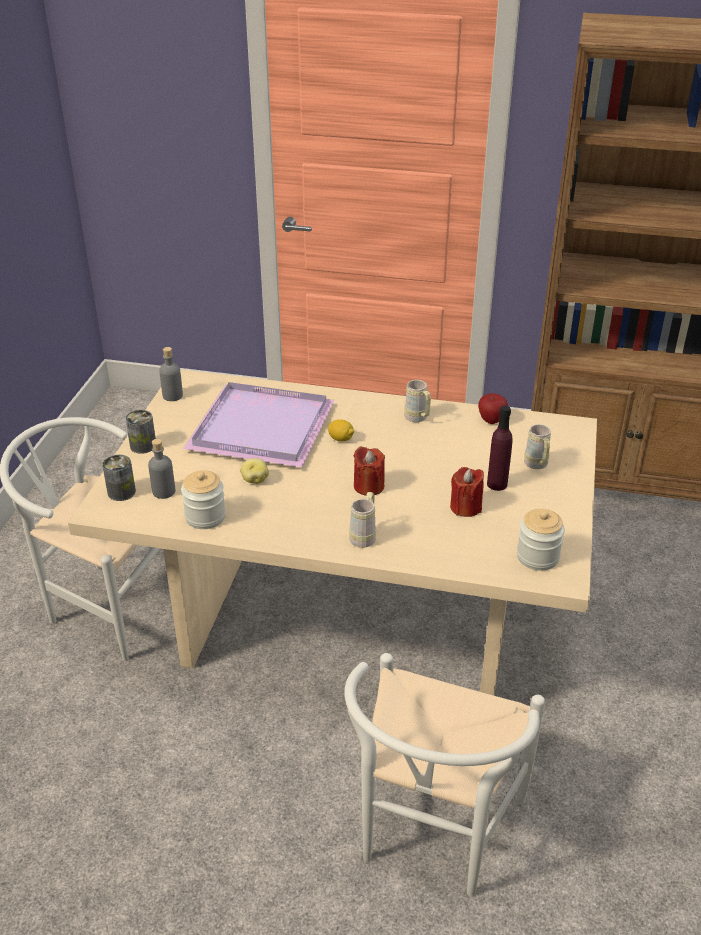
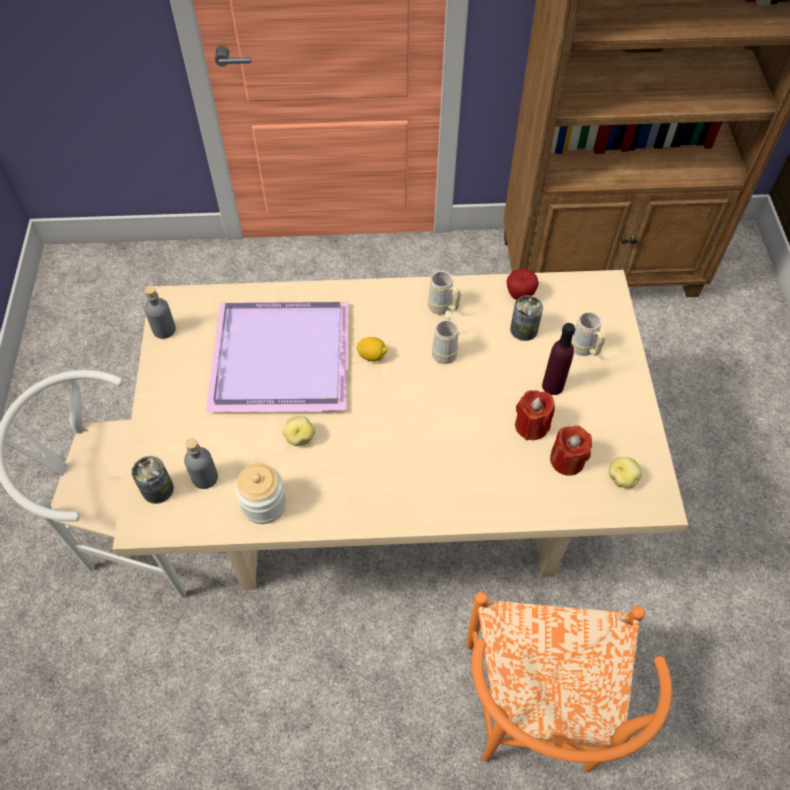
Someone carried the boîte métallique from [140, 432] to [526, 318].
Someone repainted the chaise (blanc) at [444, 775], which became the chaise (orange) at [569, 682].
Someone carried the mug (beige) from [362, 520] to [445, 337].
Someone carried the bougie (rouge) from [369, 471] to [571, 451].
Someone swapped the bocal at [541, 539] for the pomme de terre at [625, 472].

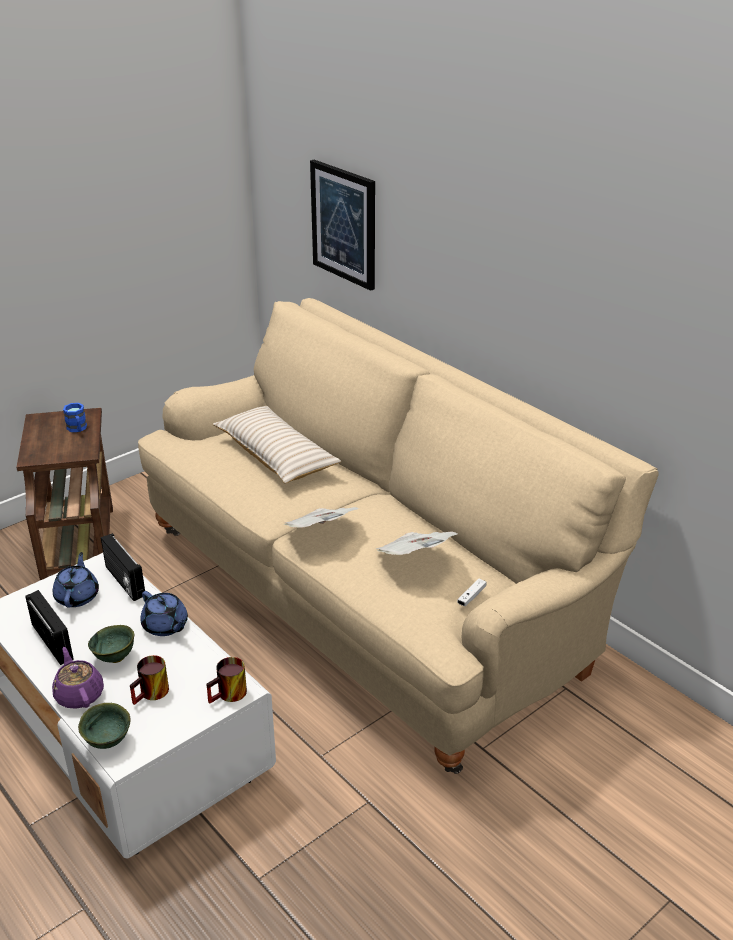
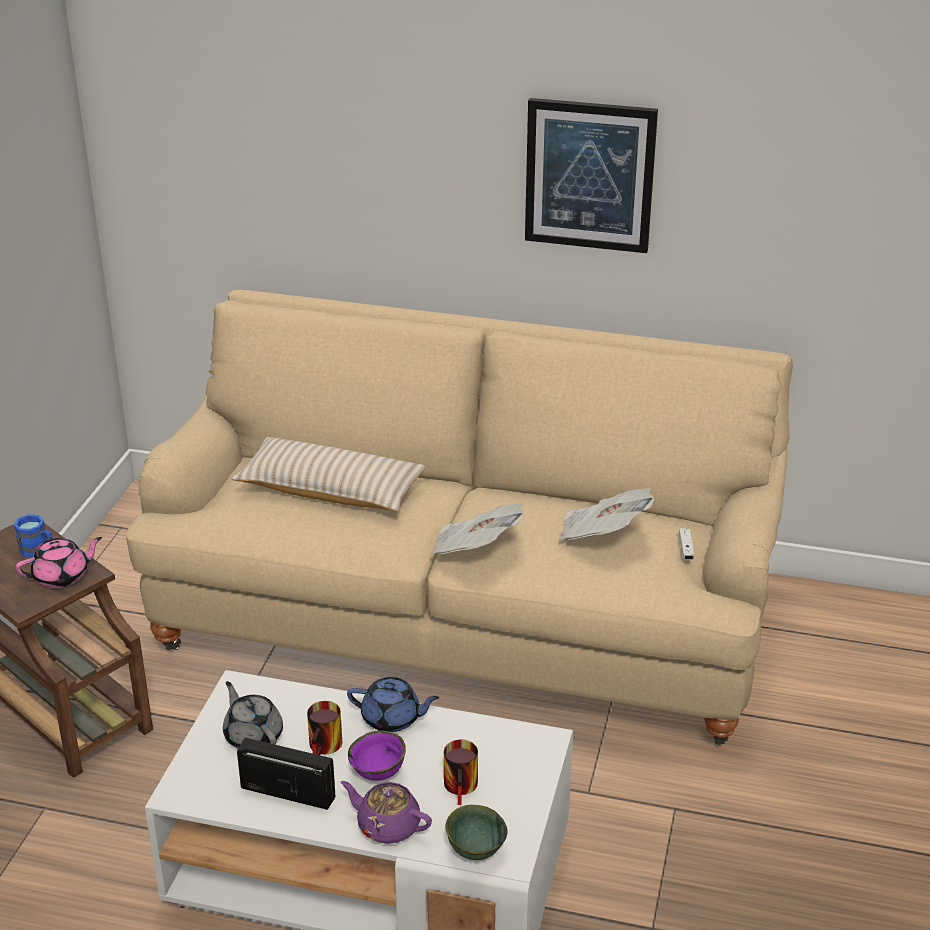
Someone repainted the théière (bleu) at [76, 580], which became the théière (gris) at [253, 714].
Someone repainted the bol (vert) at [111, 644], which became the bol (violet) at [377, 755].
Someone took away the radio at [123, 567].
Someone carried the mug from [226, 680] to [324, 728].
Someone carried the tableau from [342, 225] to [591, 175].
Someone put down the théière (rose) at [59, 562].

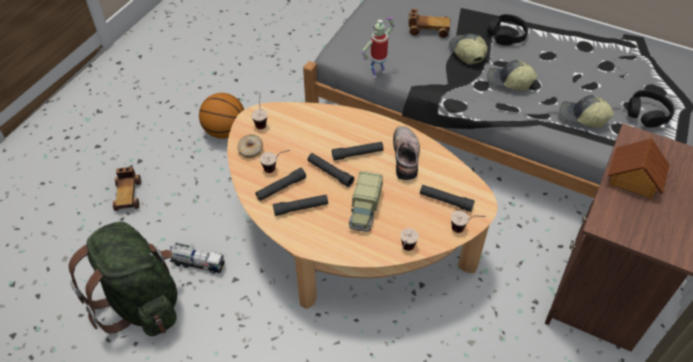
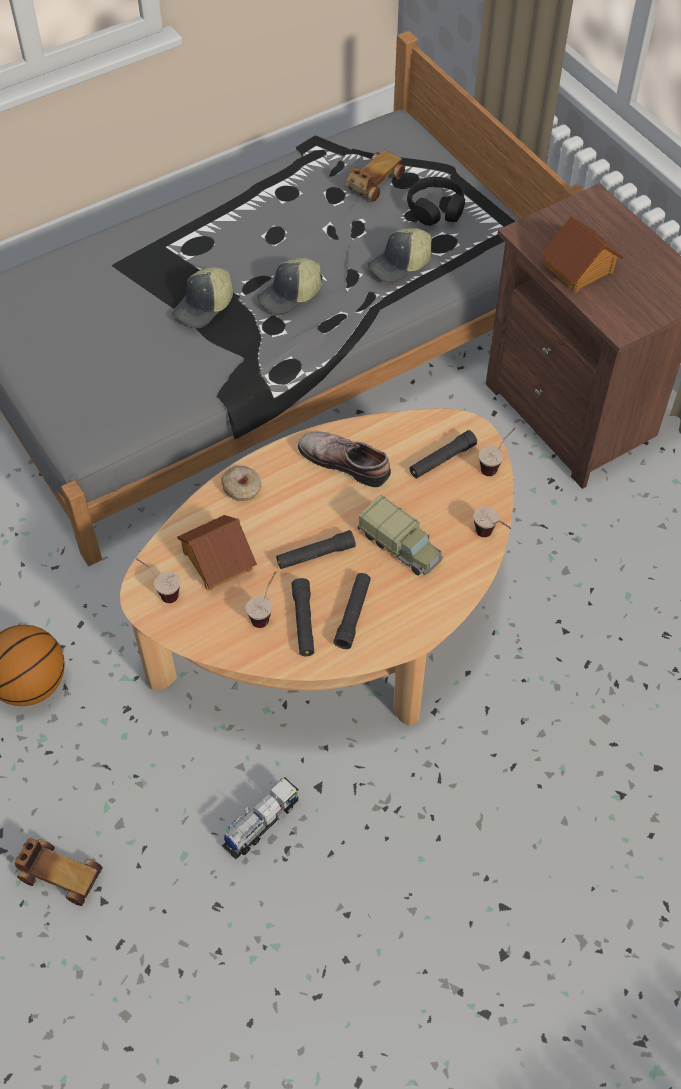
Someone took away the sac à dos (vert) at [123, 278].
Someone carried the beignet from [250, 146] to [241, 483].
Someone took away the lampe de poche (noir) at [358, 151].
Someone took away the robot jouet at [378, 47].
Someone carried the petite voiture from [429, 23] to [375, 176].
Someone rotated the casquette at [468, 49] by 60 degrees counterclockwise.
Someone took away the casque audio (noir) at [508, 30].
Someone put down the maison miniature at [217, 553].

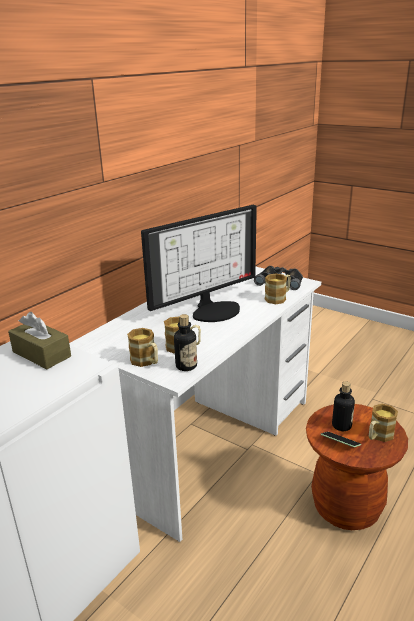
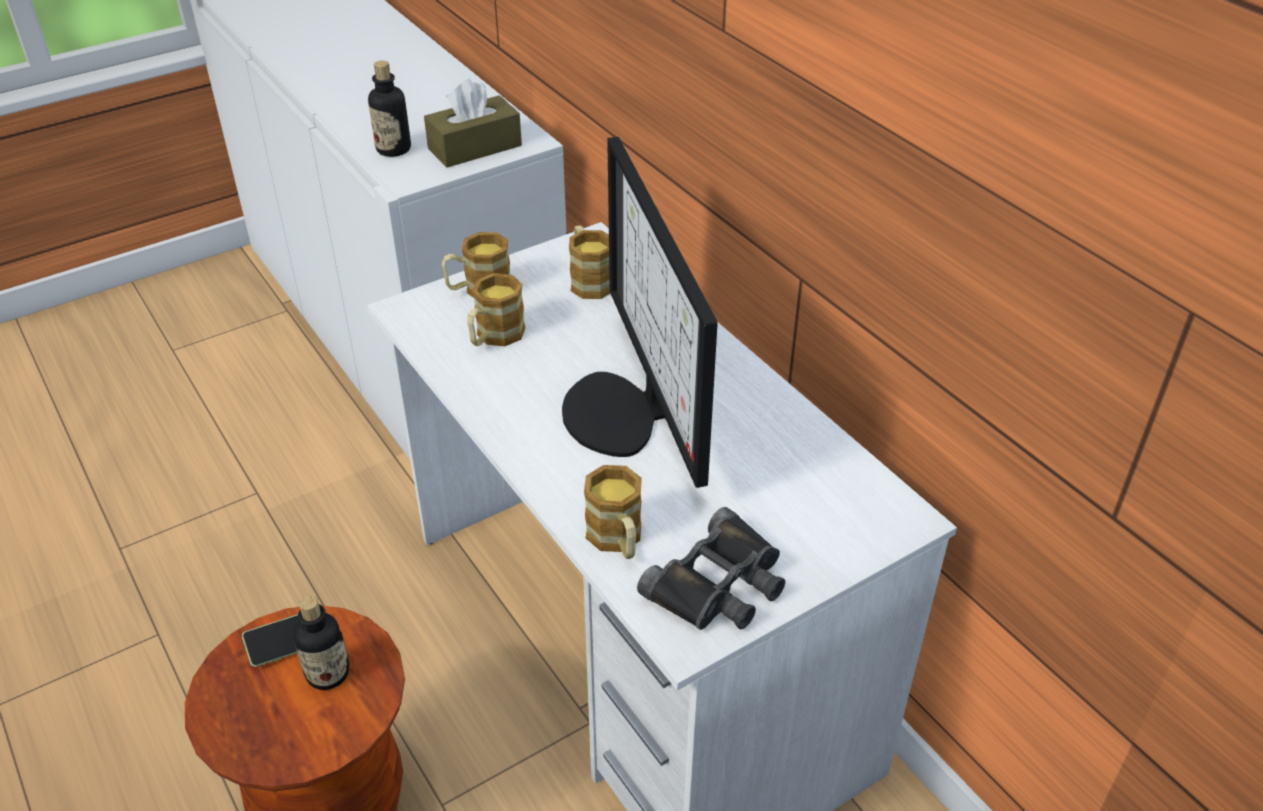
Someone carried the bouteille from [185, 342] to [389, 109].
Someone carried the mug from [383, 423] to [589, 262].

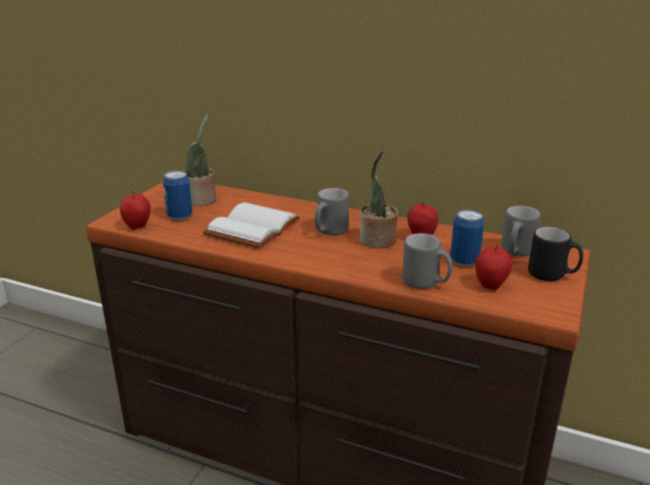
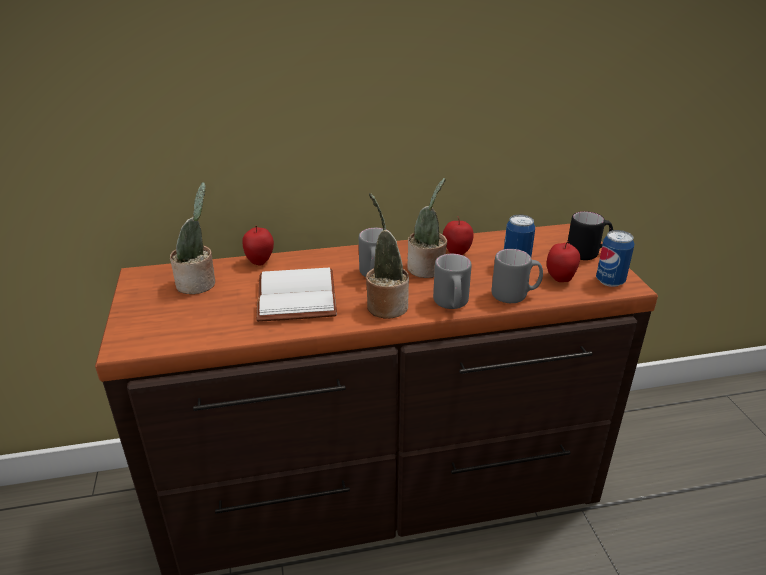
Someone carried the pomme from [135, 210] to [258, 246].
Someone carried the boîte métallique from [178, 195] to [615, 258].
Someone carried the mug (gris) from [521, 231] to [452, 281].
Someone put down the plante en pot at [387, 256].

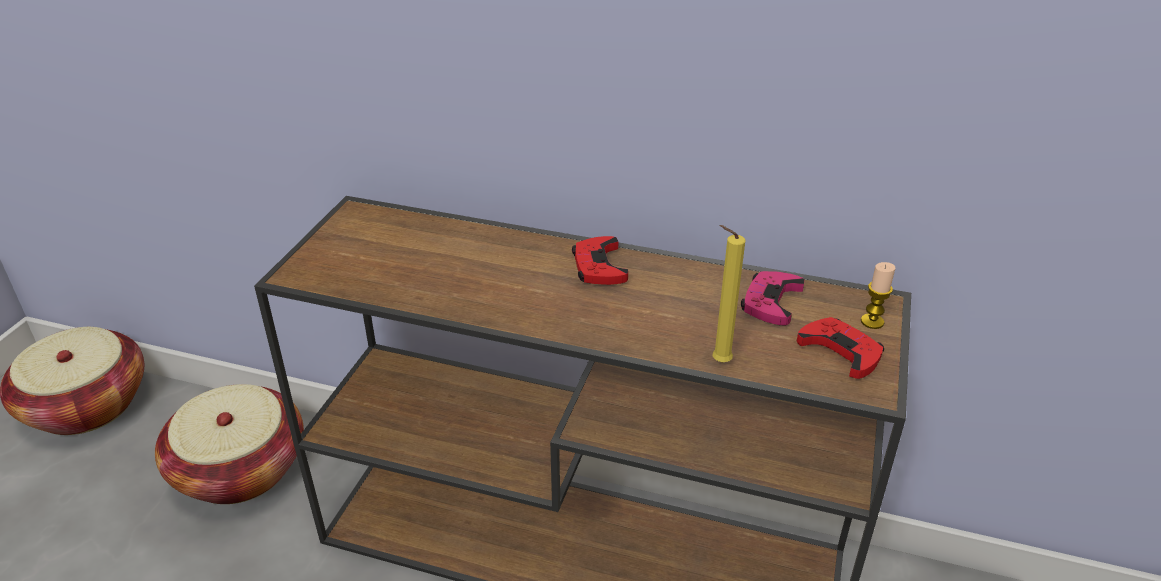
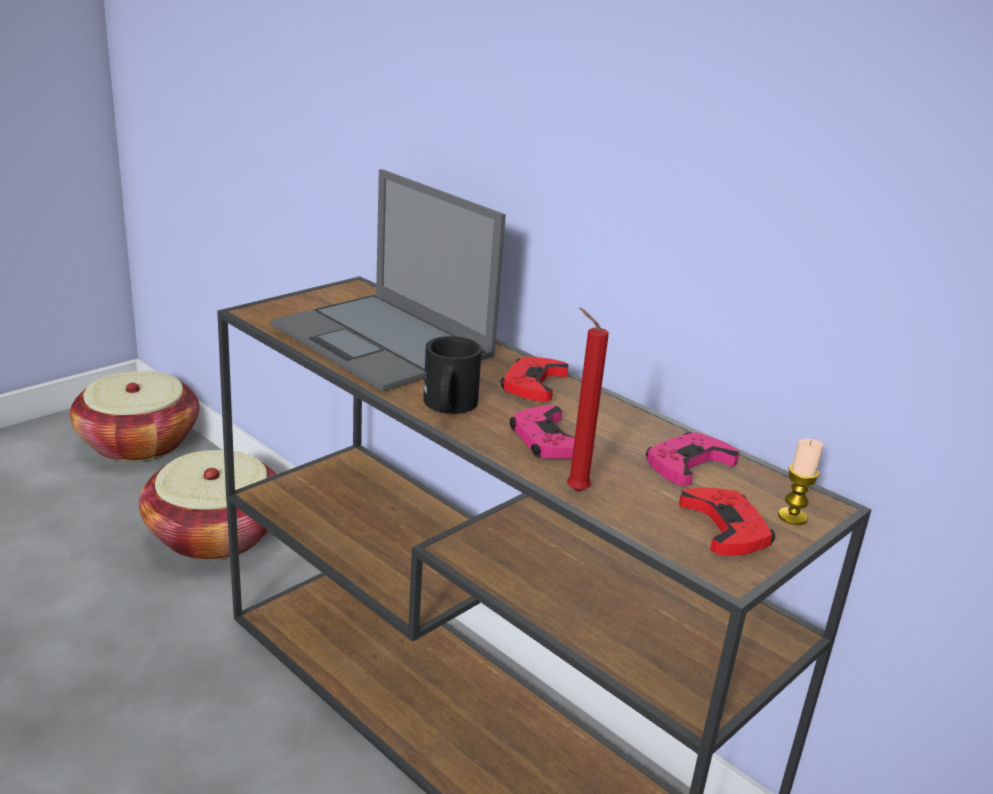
Someone repainted the bougie (jaune) at [729, 293], which became the bougie (rouge) at [588, 400].
Someone put down the ordinateur portable at [388, 280].
Someone put down the mug (noir) at [452, 375].
Someone put down the manette (rose) at [542, 432].

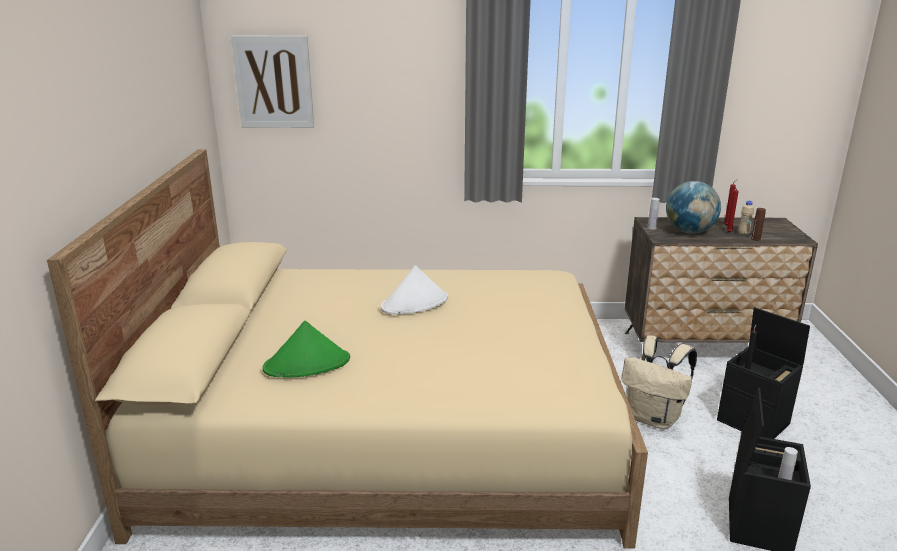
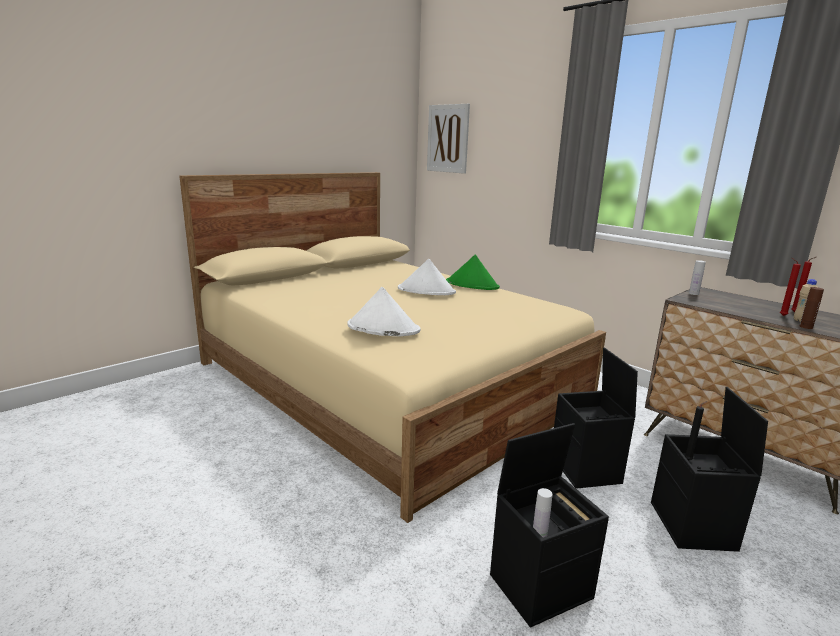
Someone carried the chapeau (vert) from [306, 349] to [473, 272].
Someone swapped the sac à dos (beige) at [659, 382] for the boîte de rangement (noir) at [596, 418].
Someone took away the globe at [693, 207].
Someone put down the chapeau (blanc) at [384, 311].

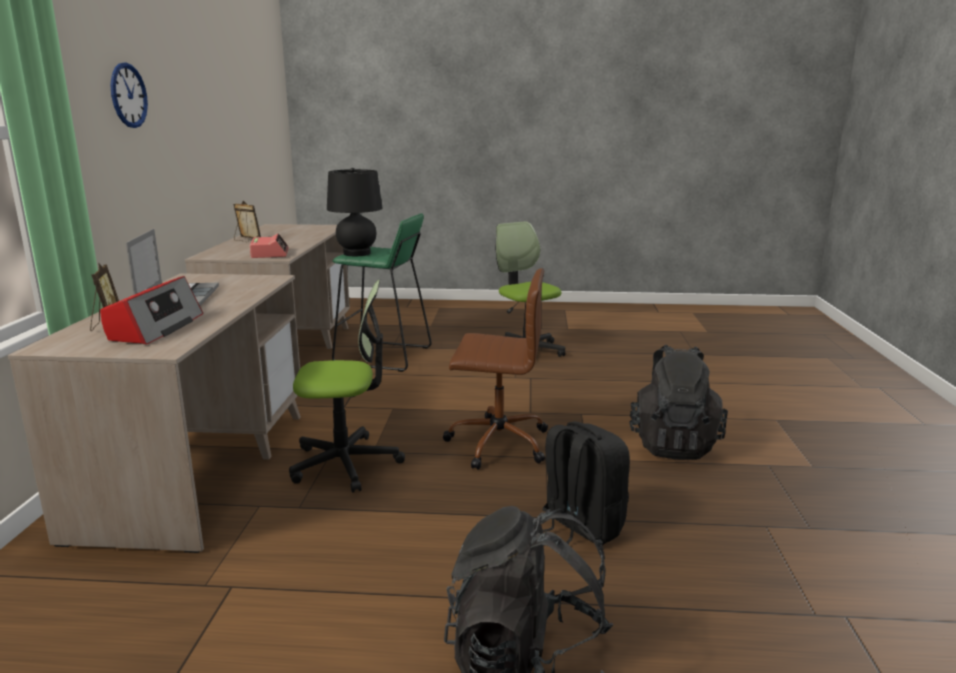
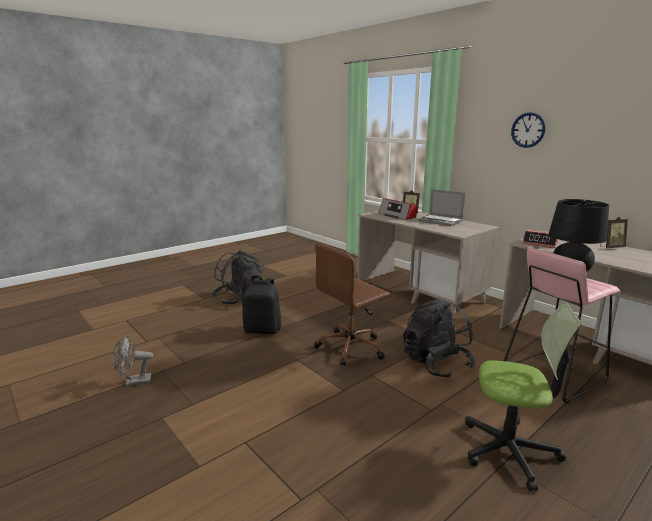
Someone took away the chaise de bureau at [347, 386].
Someone repainted the tabouret (vert) at [382, 292], which became the tabouret (rose) at [562, 325].
Someone carried the sac à dos (noir) from [678, 402] to [439, 338].
Someone put down the ventilateur (gris) at [133, 360].

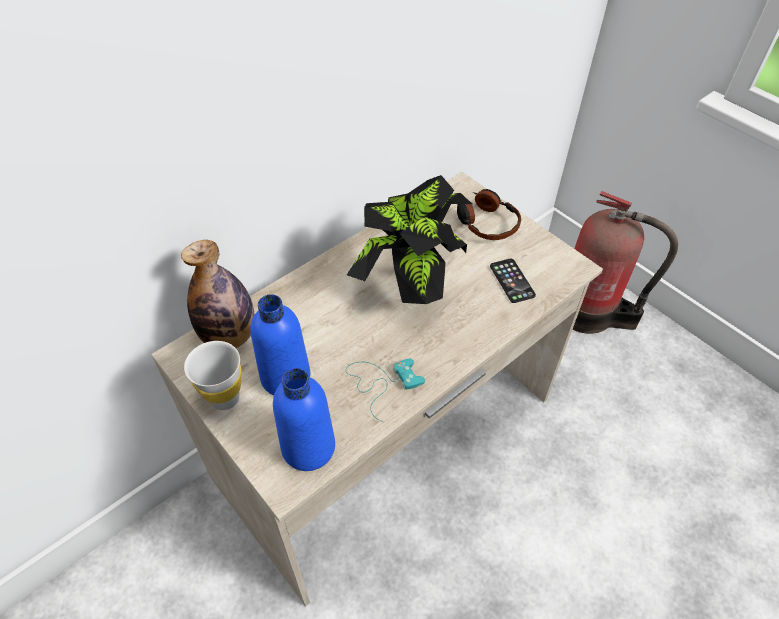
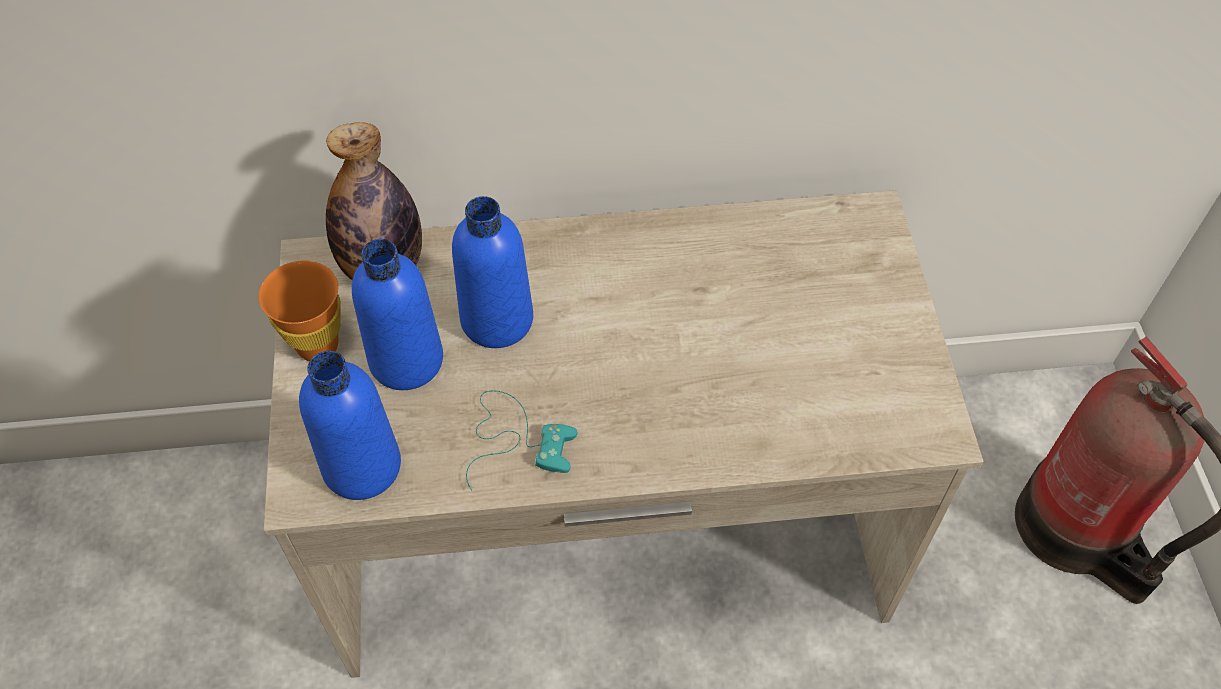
Someone repainted the tasse (blanc) at [213, 375], which became the tasse (orange) at [300, 310].
Someone took away the plante en pot at [409, 239].
Someone took away the casque audio at [489, 214].
Someone took away the téléphone at [513, 281].
Someone put down the bouteille (bleu) at [492, 272].

